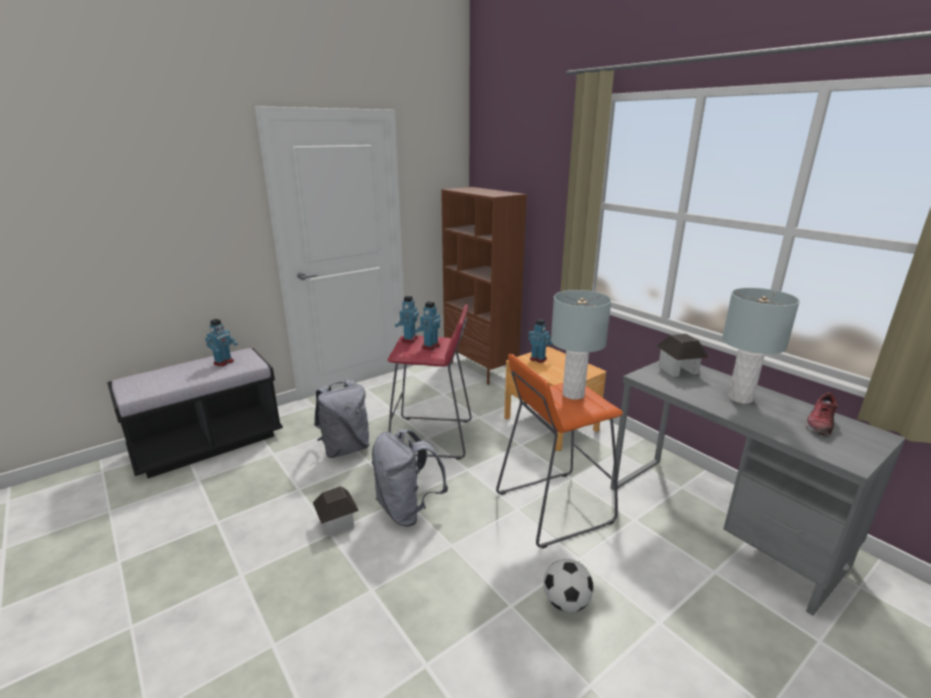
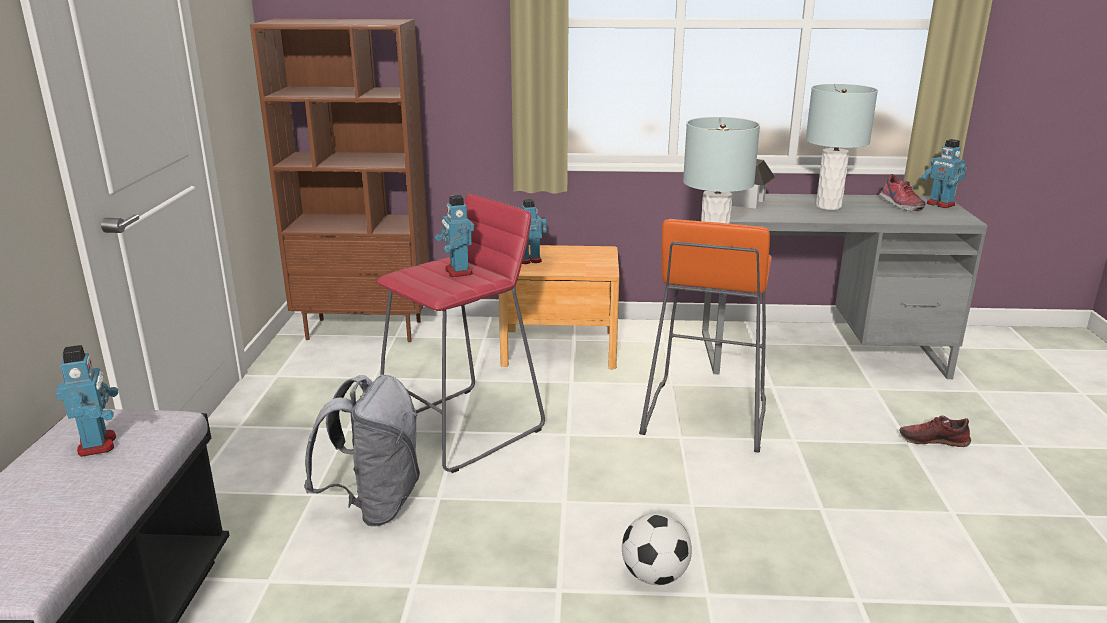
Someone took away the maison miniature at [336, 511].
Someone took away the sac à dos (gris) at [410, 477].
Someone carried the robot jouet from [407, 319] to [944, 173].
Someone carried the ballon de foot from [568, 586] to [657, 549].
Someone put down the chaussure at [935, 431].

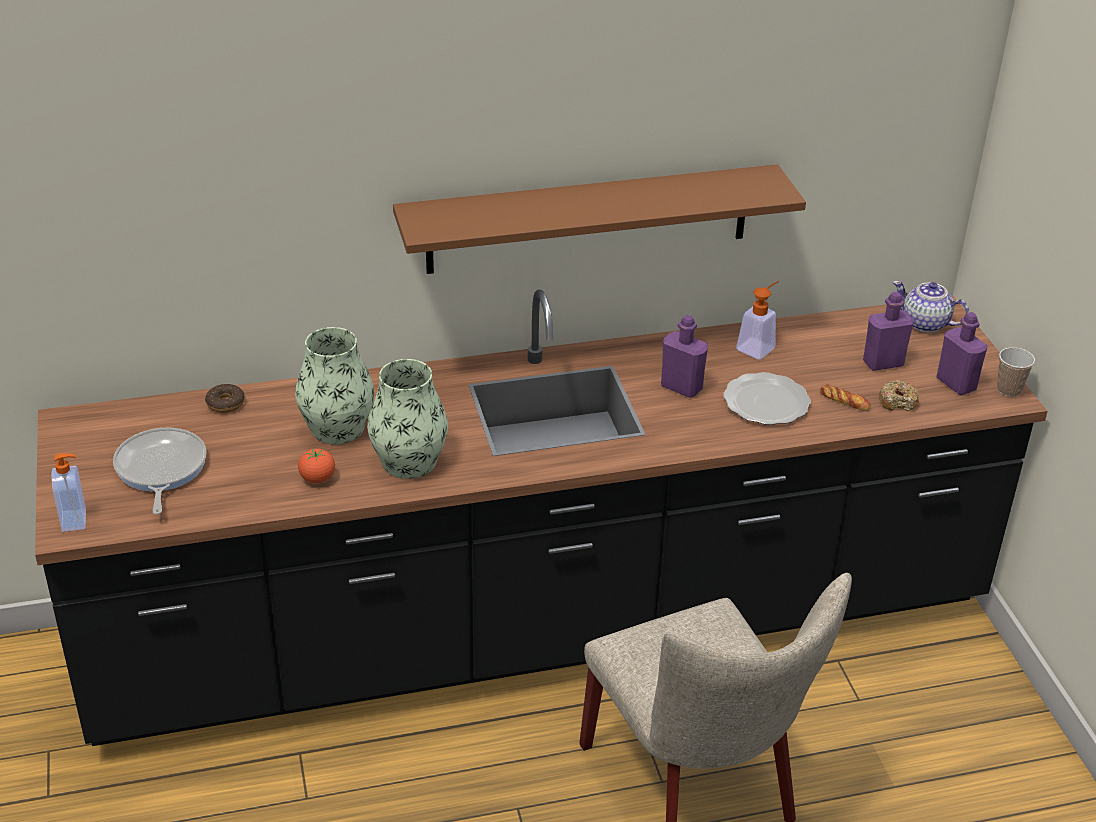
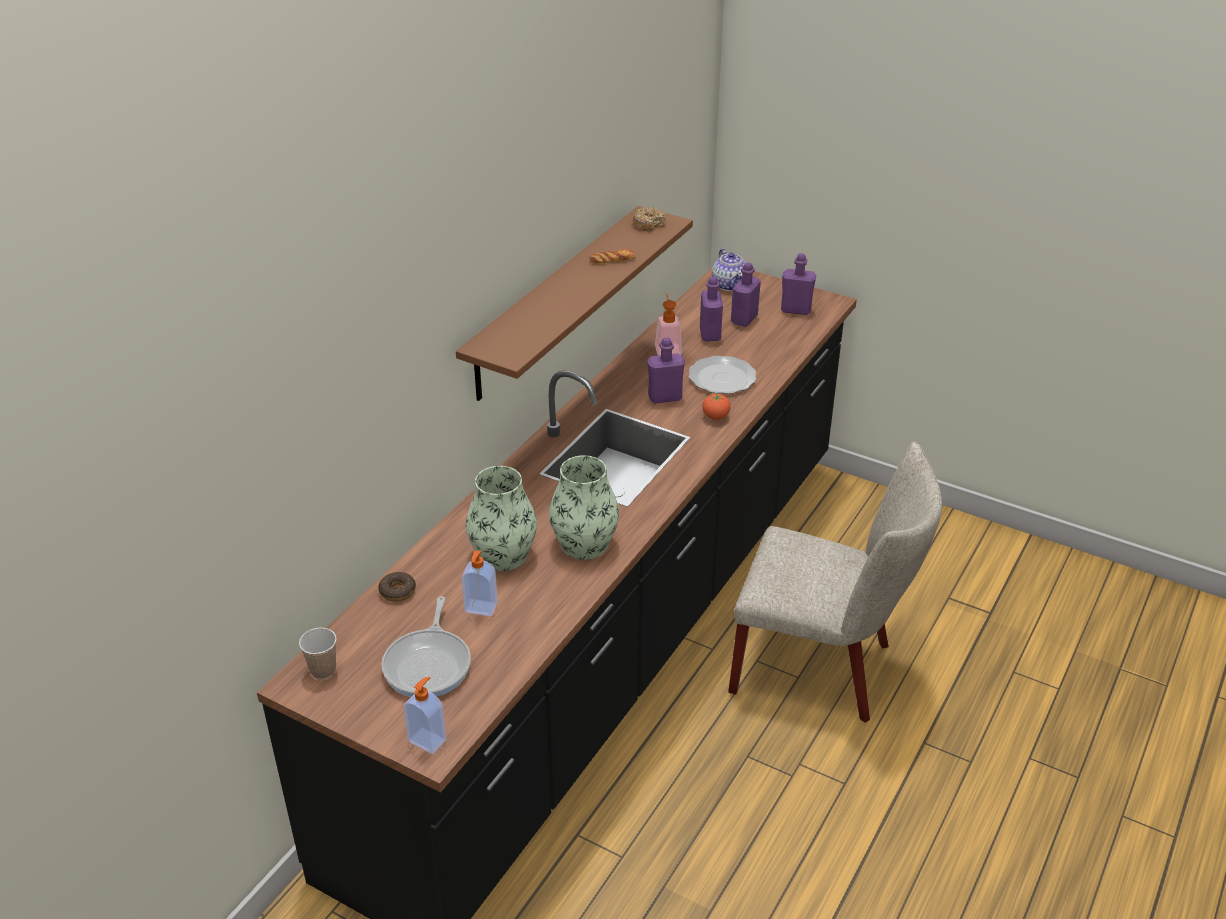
Someone rotated the poêle at [160, 471] by 120 degrees counterclockwise.
Someone carried the tomate from [316, 465] to [716, 407].
Someone carried the pain from [845, 398] to [612, 256].
Someone carried the beignet from [899, 395] to [649, 219].
Someone rotated the théière at [931, 306] by 90 degrees counterclockwise.
Someone carried the tasse from [1016, 372] to [318, 653].
Someone put down the distributeur de savon at [480, 583].
Someone put down the bouteille (violet) at [711, 309].

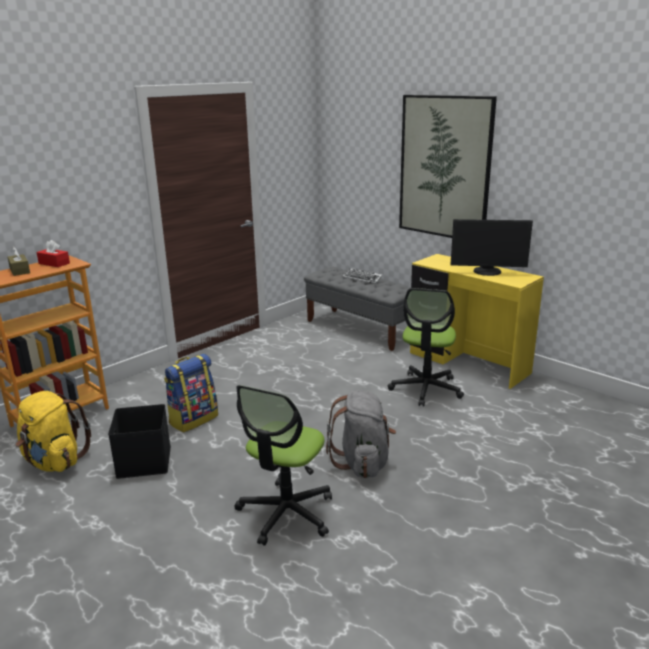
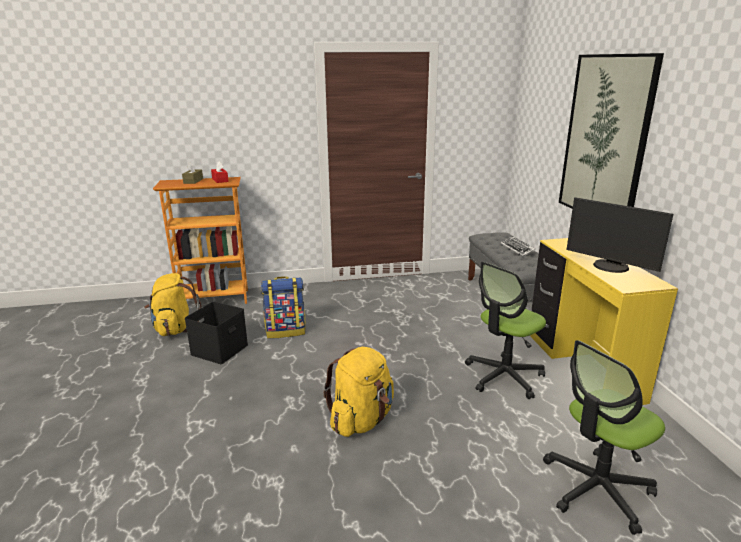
Someone carried the chaise de bureau from [283, 465] to [604, 437].
Someone repainted the sac à dos (gris) at [361, 434], which became the sac à dos (jaune) at [358, 392].

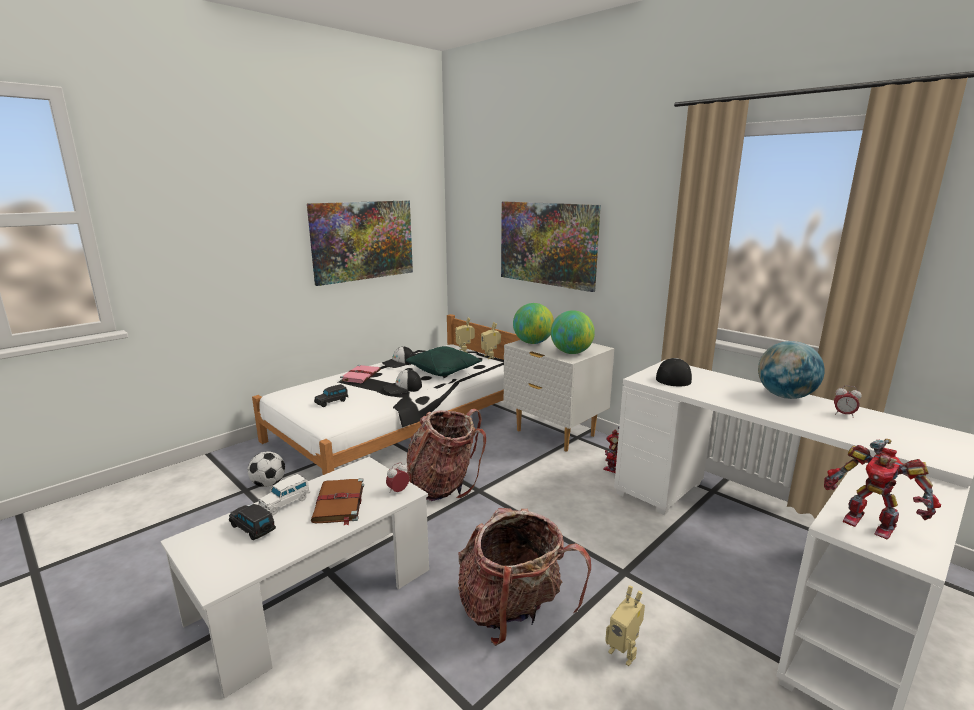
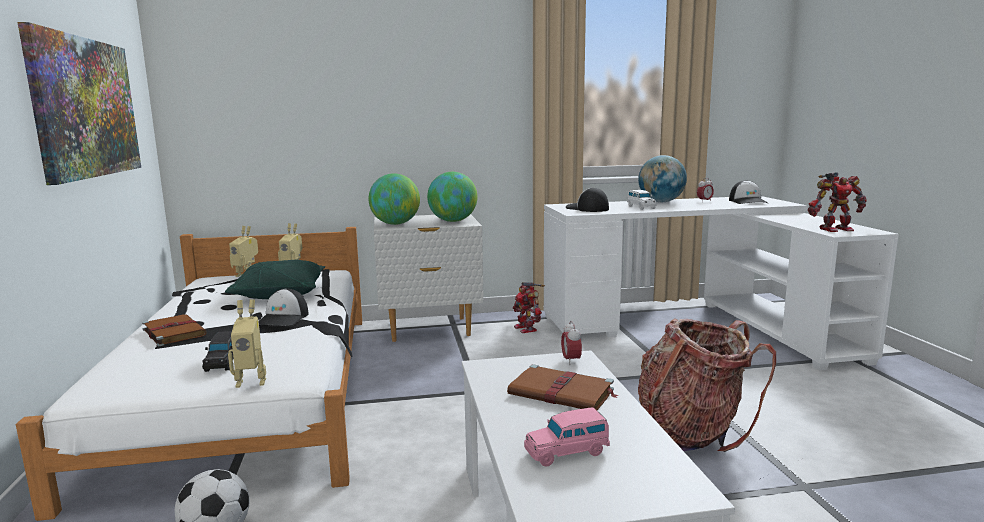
Someone repainted the petite voiture (noir) at [252, 522], which became the petite voiture (rose) at [567, 437].
Someone carried the petite voiture (blanc) from [284, 494] to [642, 200].
Someone repainted the livre (rose) at [360, 374], which became the livre (marron) at [174, 330].
Someone carried the casquette from [398, 357] to [748, 192].
Someone took away the sac à dos at [446, 455].
Someone took away the tableau at [551, 247].
Someone carried the robot jouet from [625, 625] to [247, 343].

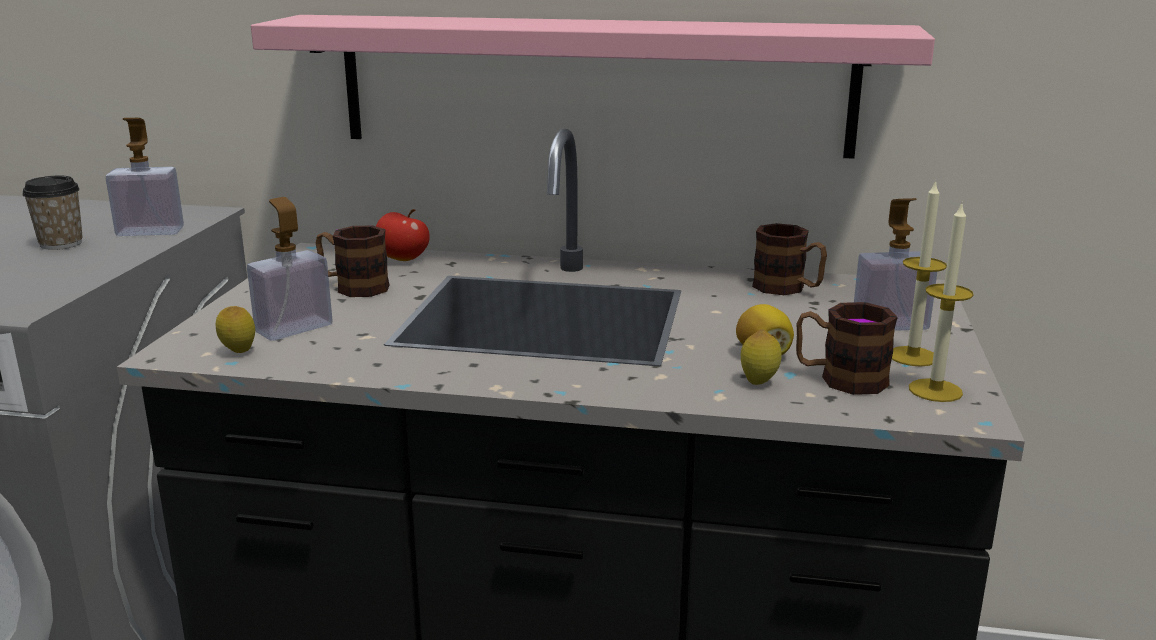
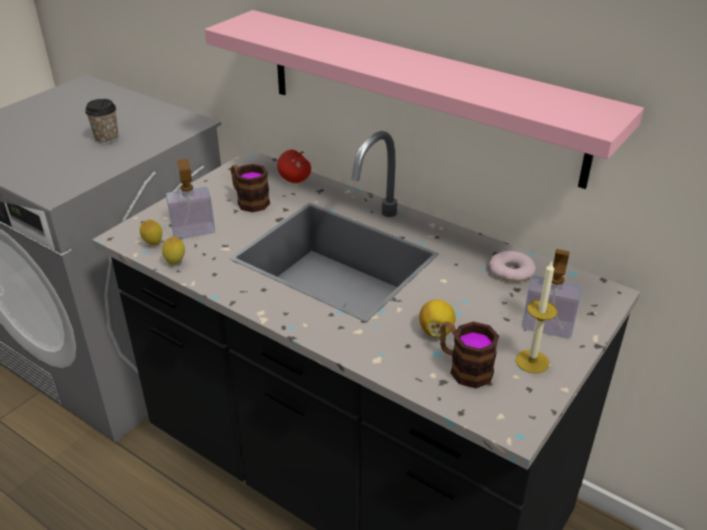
Someone took away the distributeur de savon at [145, 177].
Someone carried the citron from [761, 357] to [173, 250].
Someone swapped the mug at [789, 259] for the beignet at [512, 266].
Someone took away the bougie at [941, 302].

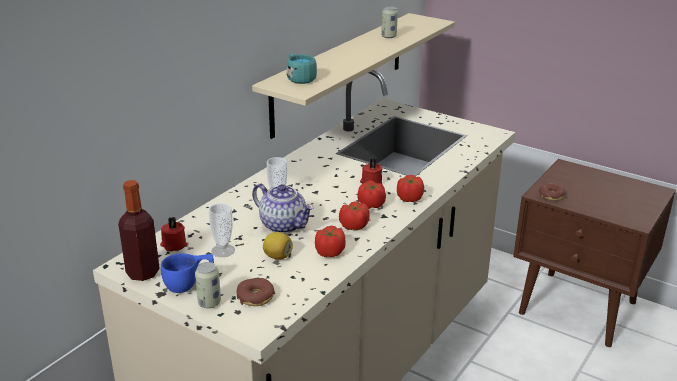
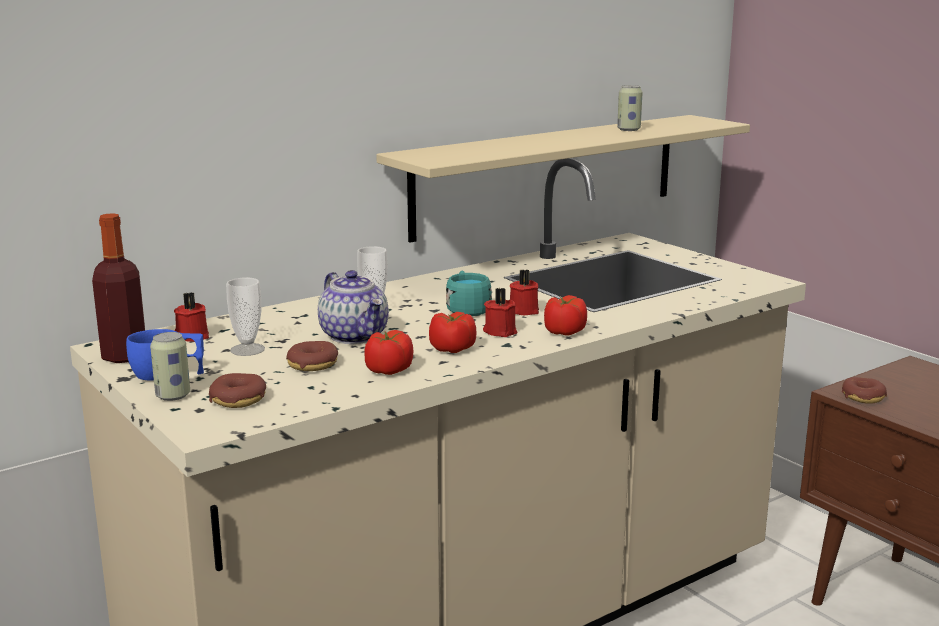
Someone swapped the citron at [278, 246] for the beignet at [312, 356].
Someone carried the mug (turquoise) from [302, 68] to [469, 293].
Someone swapped the tomate at [371, 195] for the bougie (rouge) at [500, 312].

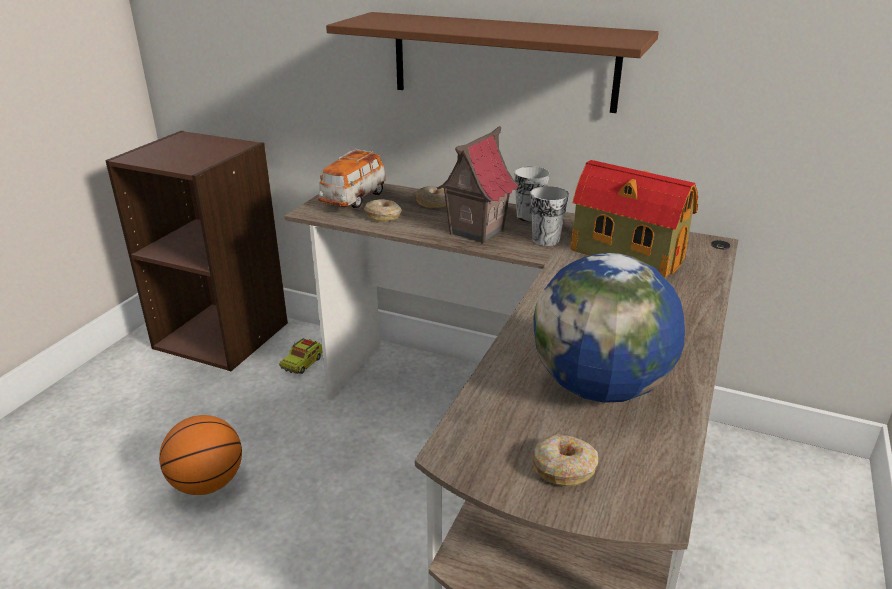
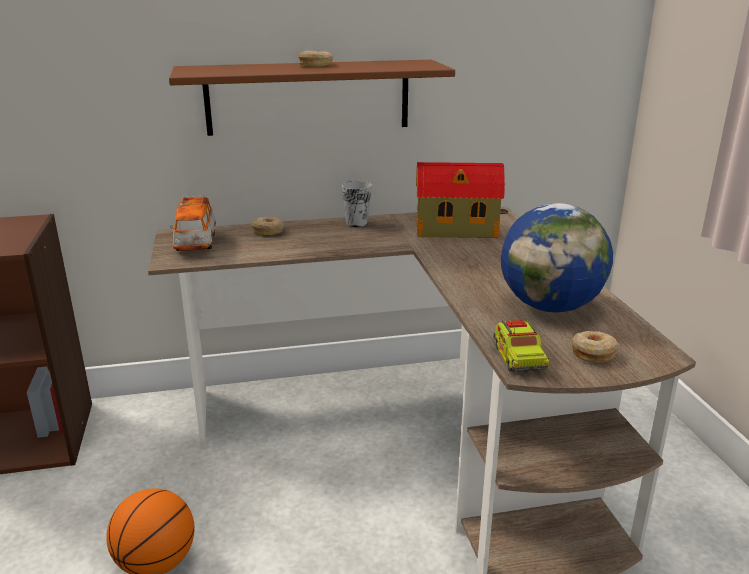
Someone carried the camion jouet from [301, 356] to [521, 345].
Someone carried the beignet from [382, 210] to [315, 58].
Someone took away the maison miniature at [478, 184].
Someone took away the tasse at [549, 216].

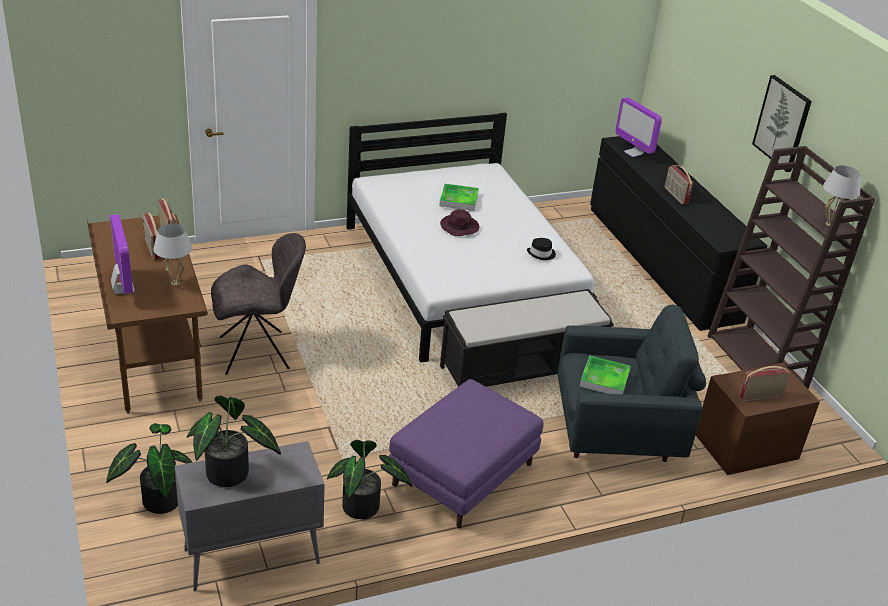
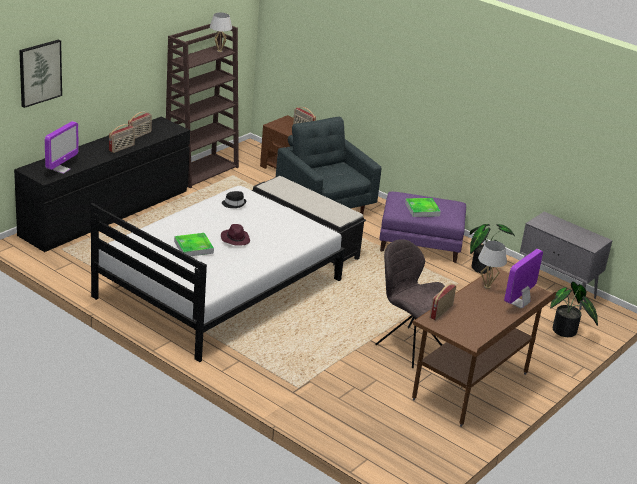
Someone carried the radio from [152, 236] to [140, 125].
Someone took away the plante en pot at [234, 441].
Someone carried the plateau from [605, 374] to [423, 207].
Someone carried the tableau from [782, 123] to [40, 73].

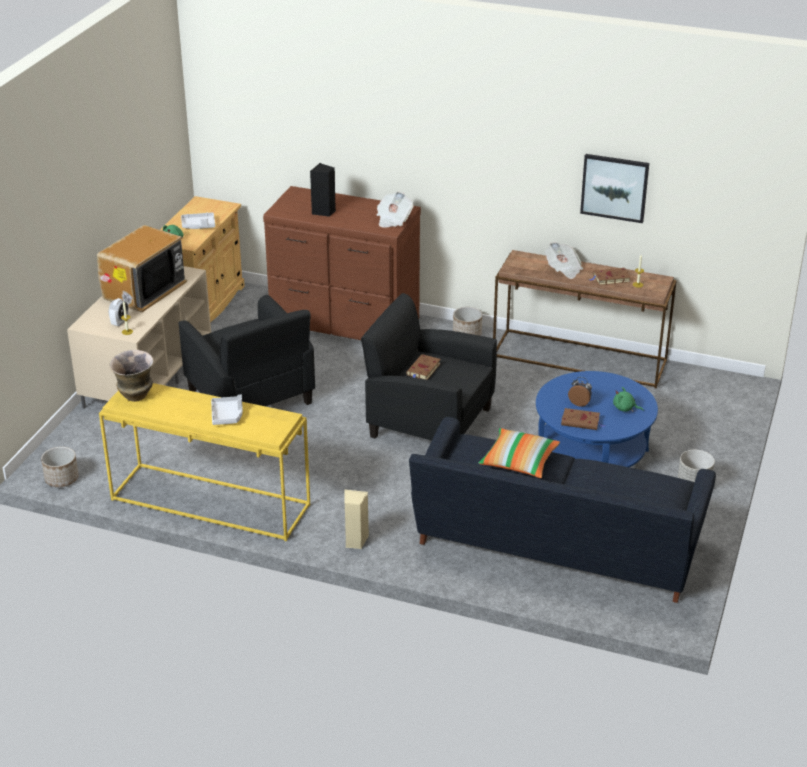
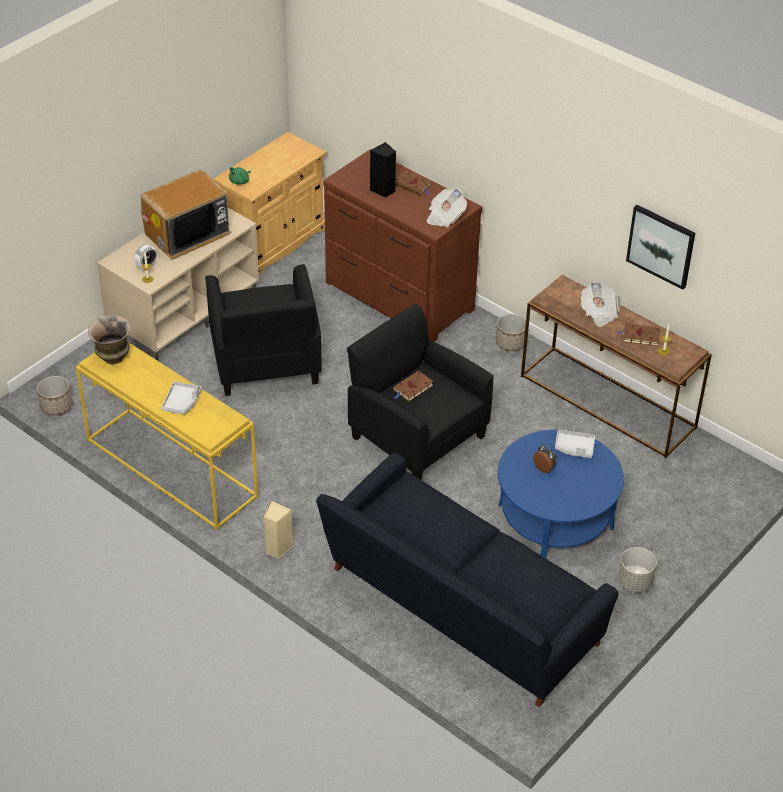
Someone carried the plateau (gris) from [198, 220] to [575, 444].
Someone took away the coussin at [519, 453].
Someone carried the livre (marron) from [583, 419] to [413, 182].
Someone took away the peluche (vert) at [628, 399].

